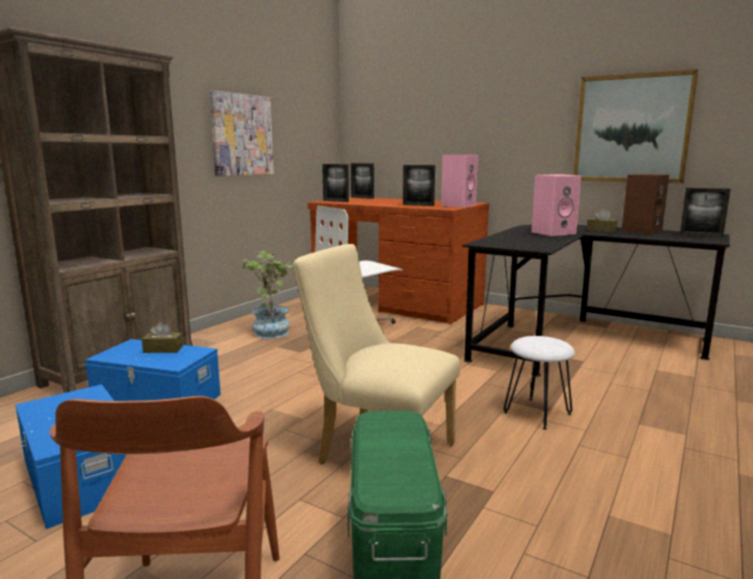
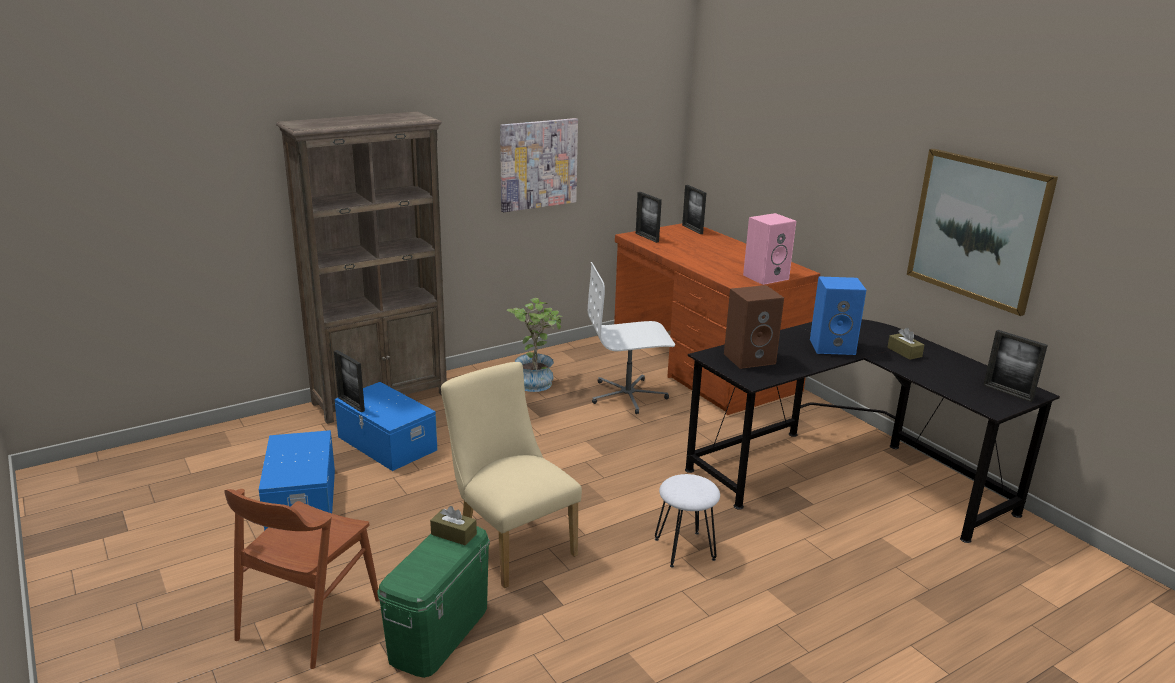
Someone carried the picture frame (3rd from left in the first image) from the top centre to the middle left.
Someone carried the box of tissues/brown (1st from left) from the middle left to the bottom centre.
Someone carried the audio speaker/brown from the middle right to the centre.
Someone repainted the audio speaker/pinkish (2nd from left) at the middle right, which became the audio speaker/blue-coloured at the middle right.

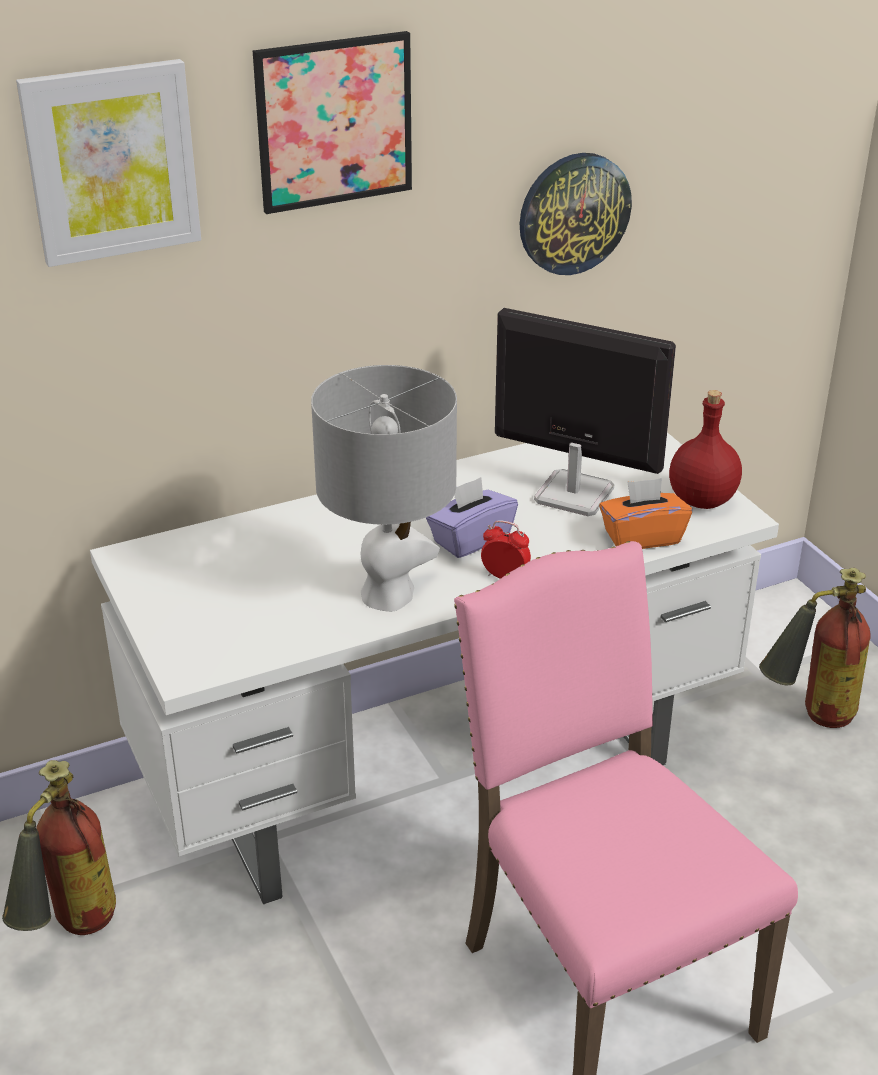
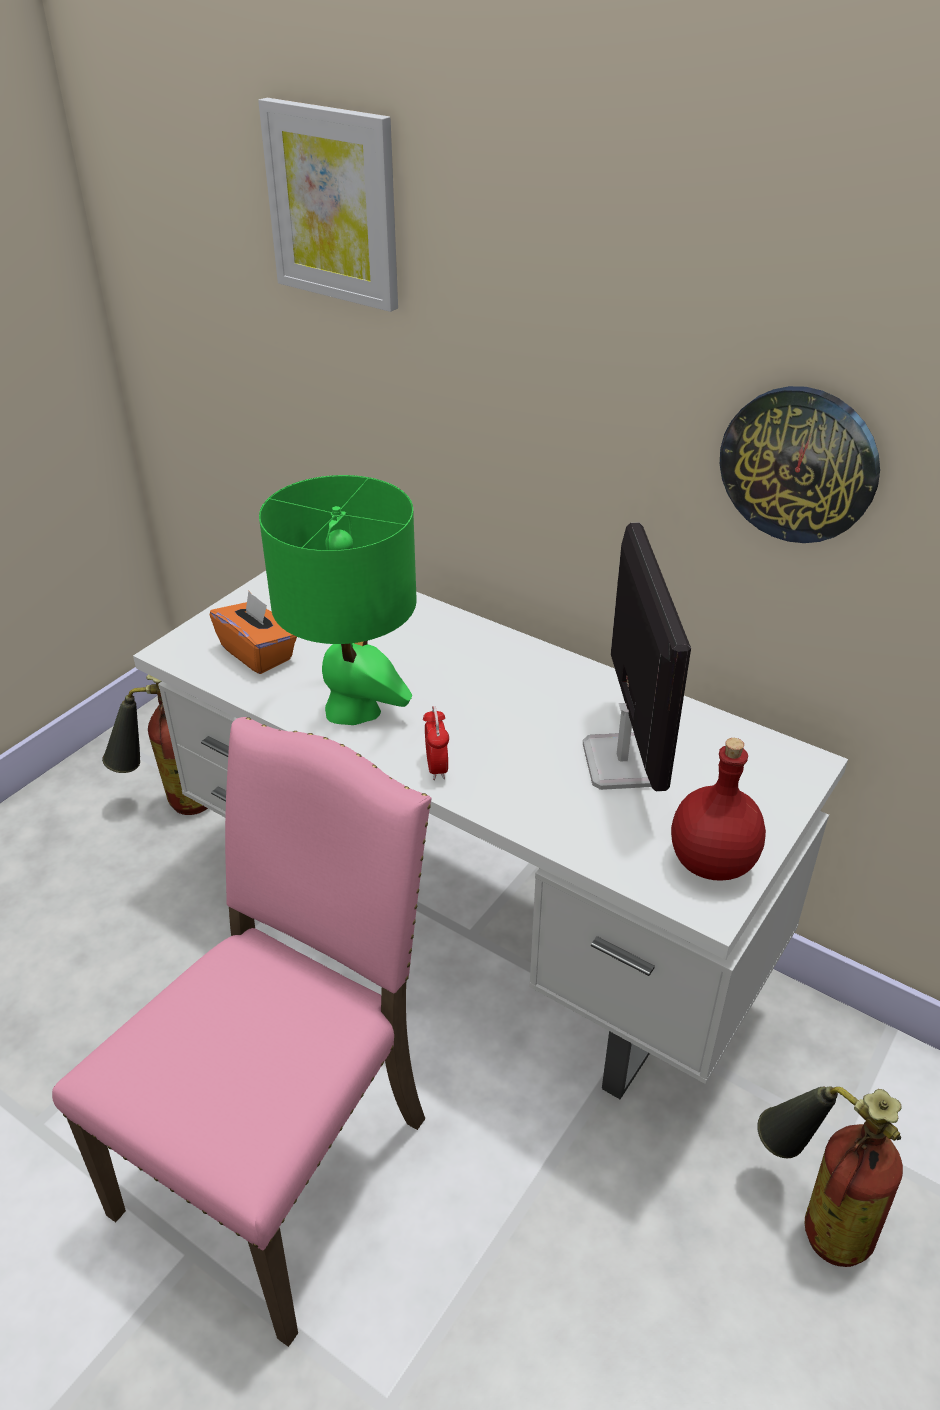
Someone carried the box of tissues/orange-coloured from the middle right to the middle left.
Someone repainted the tabletop lamp/greyish at the centre, which became the tabletop lamp/greenish at the centre.
Someone took away the picture (2nd from left) at the top centre.
Someone took away the box of tissues/purplish at the centre.

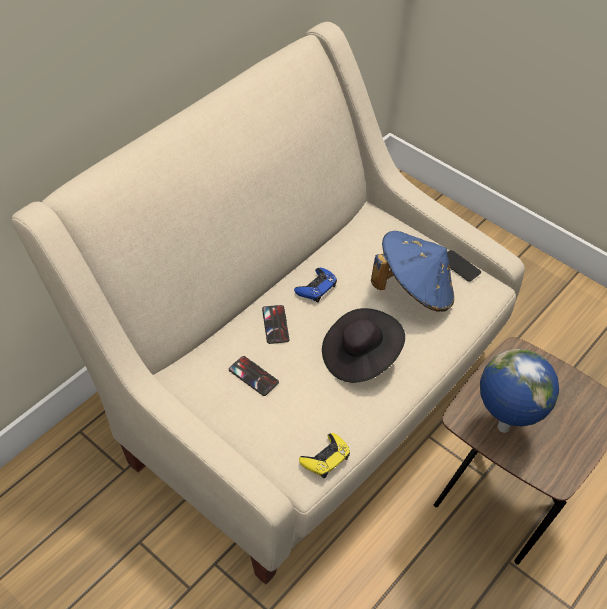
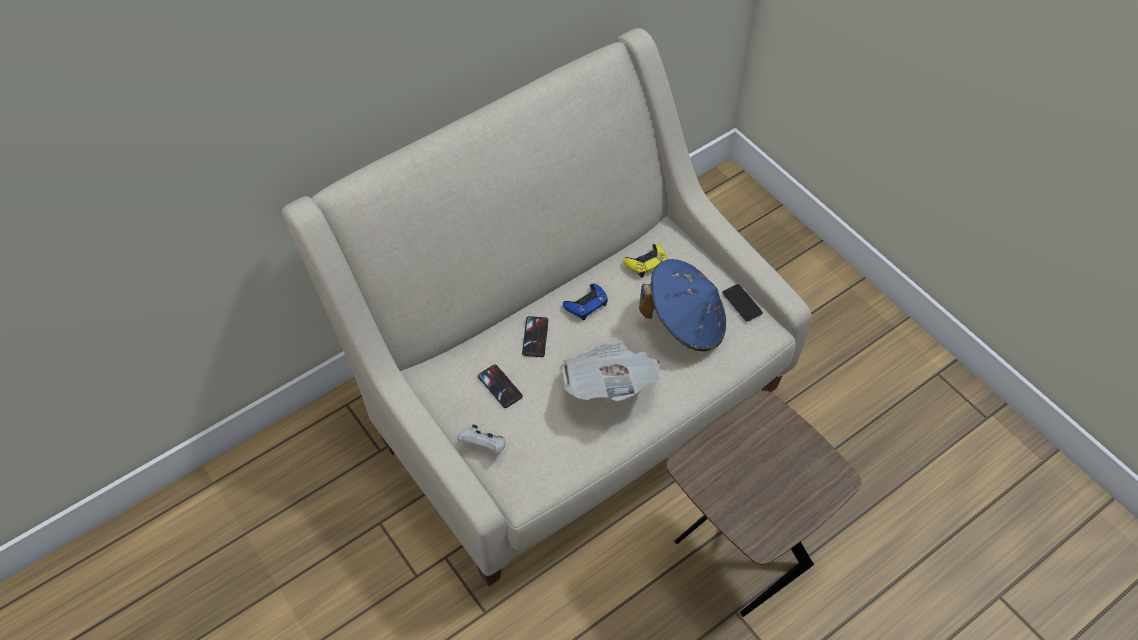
Someone put down the gamepad/whitish at the bottom centre.
Someone swapped the wearable hat/blackish at the centre for the printed paper at the centre.
Someone carried the gamepad/yellow from the bottom centre to the centre.
Someone took away the desk globe at the middle right.

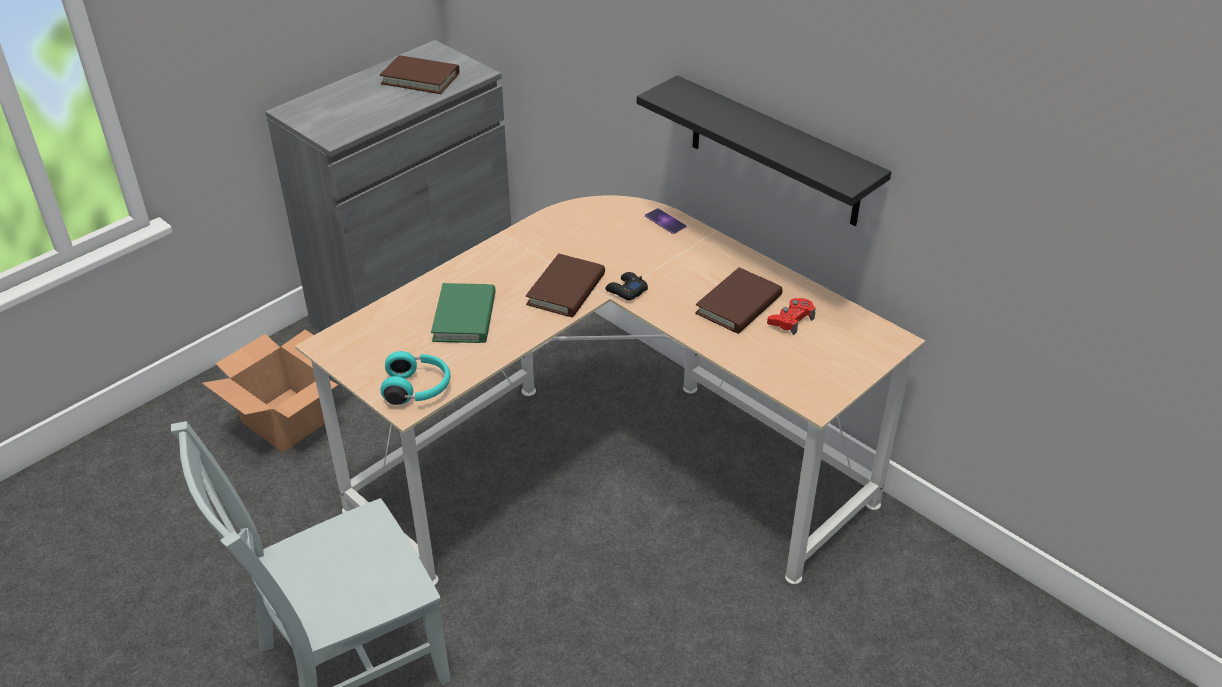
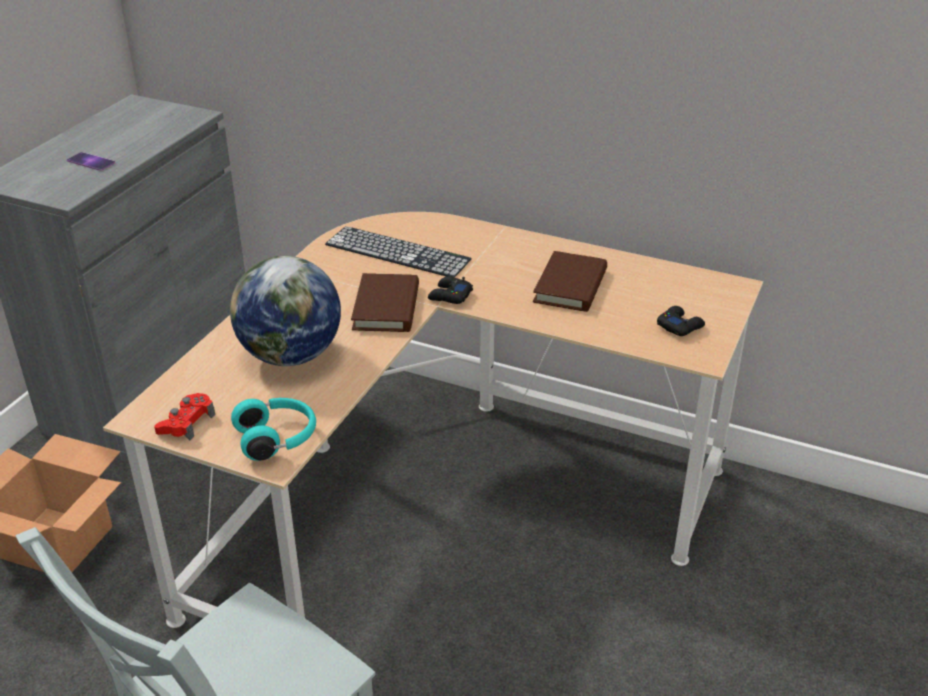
Someone carried the telephone from the top centre to the top left.
Someone carried the gamepad/red-coloured from the centre to the middle left.
Someone swapped the book/greenish at the centre for the desk globe at the middle left.
Someone put down the PC keyboard at the centre.
Someone put down the gamepad/blackish (2nd from left) at the middle right.
Someone took away the book/brown (1st from left) at the top centre.
Someone took away the bracket shelf/blackish at the top centre.

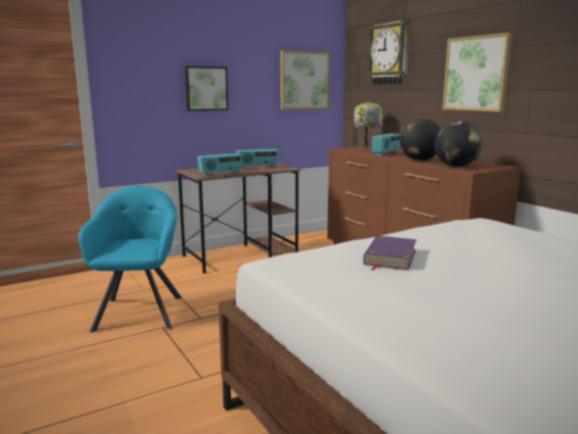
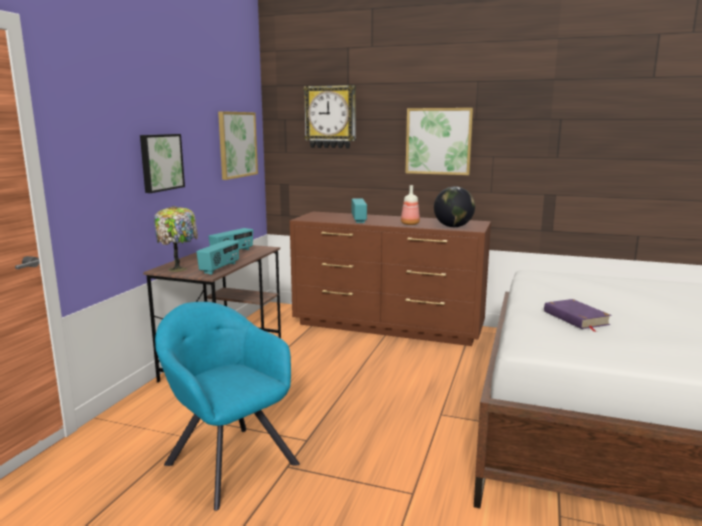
Someone carried the tabletop lamp from the top centre to the middle left.
Someone swapped the desk globe (1st from left) at the top right for the beverage bottle at the centre.

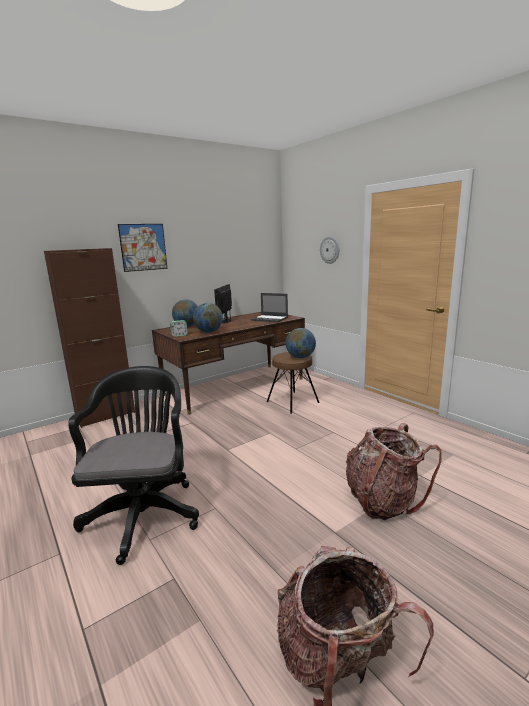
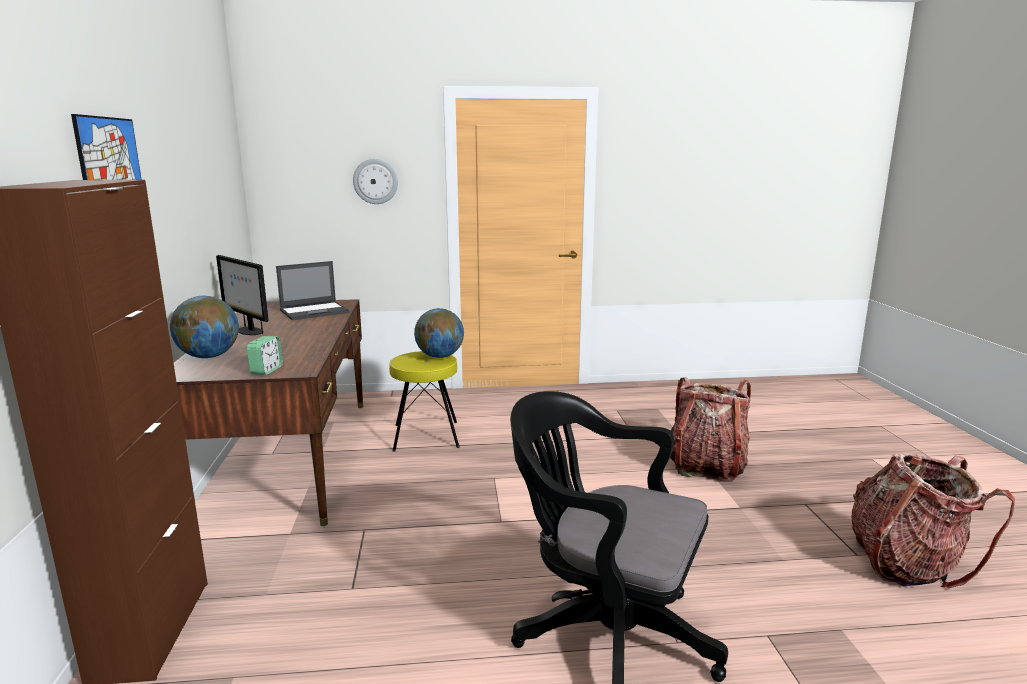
Someone repainted the sitting stool/brown at the centre, which became the sitting stool/yellow at the centre.
Someone took away the desk globe (2nd from left) at the centre.

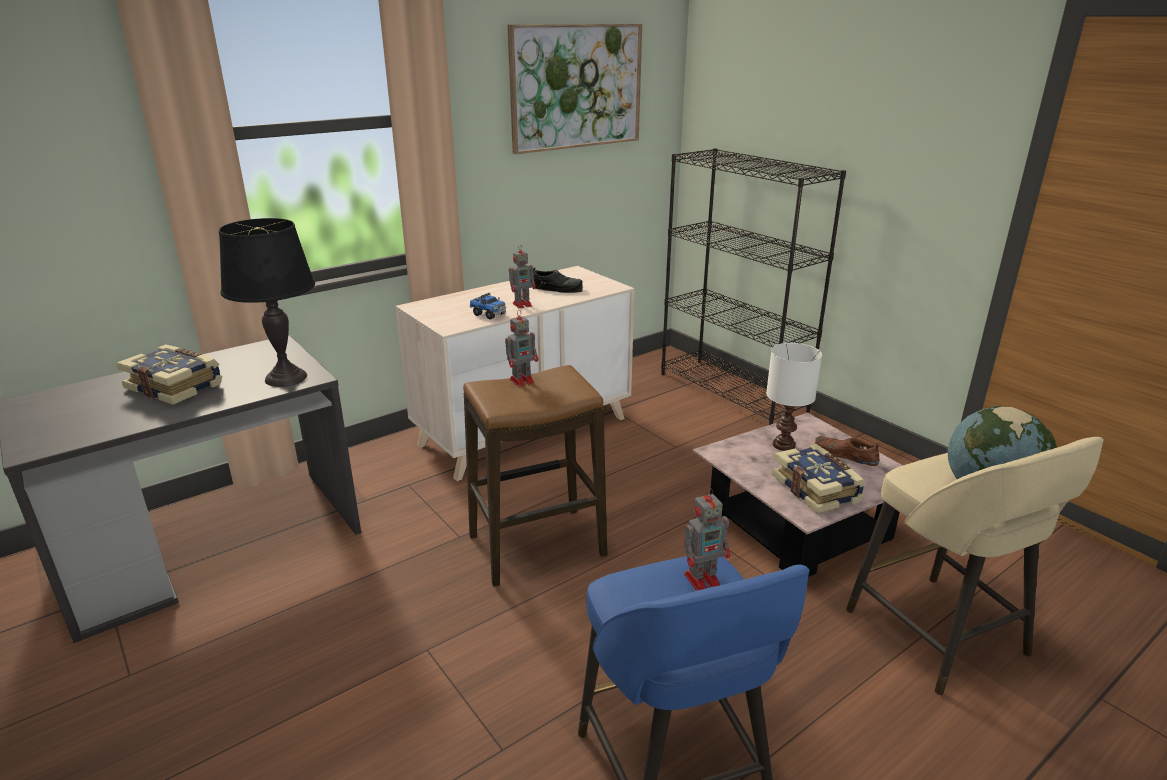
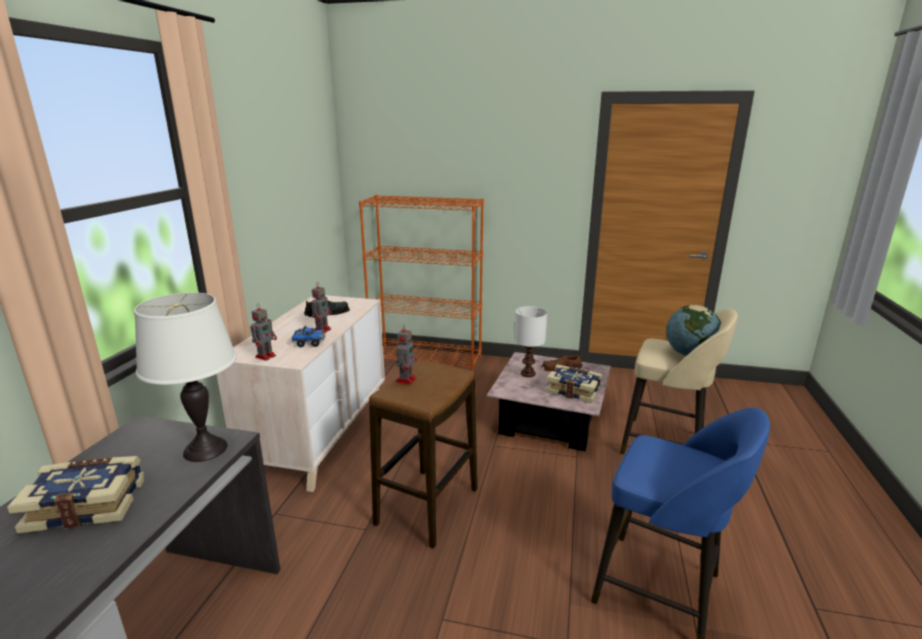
Someone repainted the tabletop lamp/blackish at the middle left, which became the tabletop lamp/whitish (1st from left) at the middle left.
Someone carried the toy robot (3rd from left in the first image) from the bottom centre to the middle left.
Someone repainted the bookcase/blackish at the centre, which became the bookcase/orange-coloured at the centre.
Someone took away the picture at the top centre.

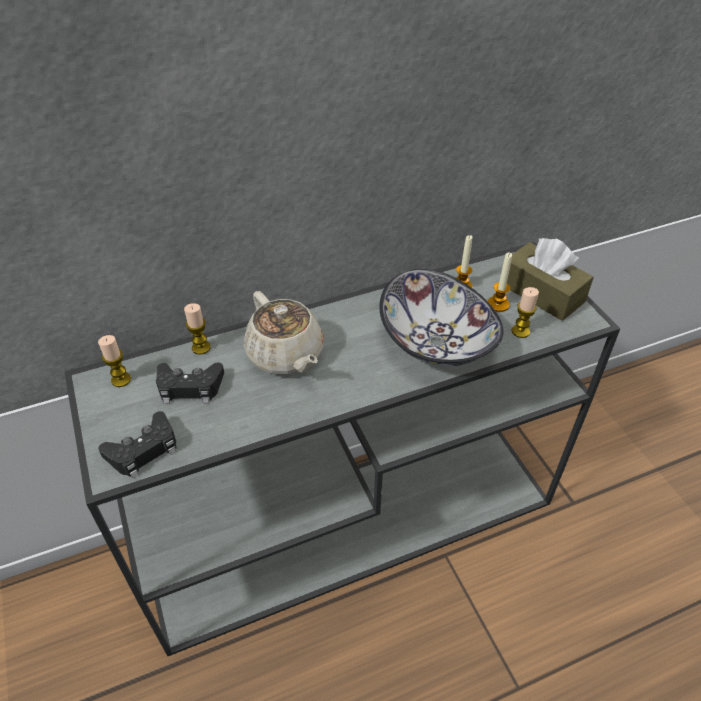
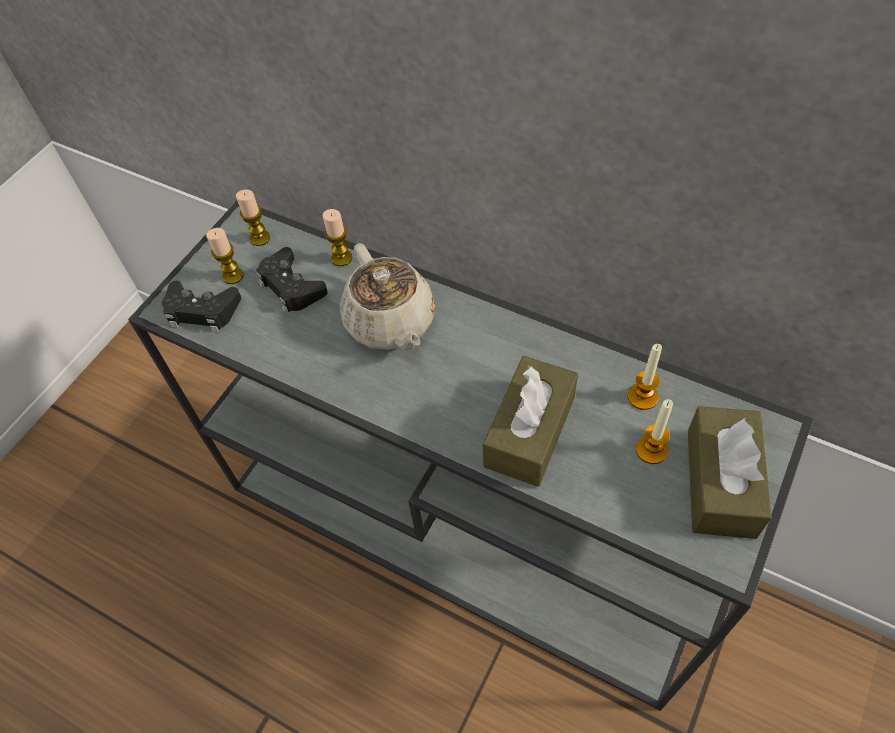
Someone carried the wax candle (5th from left in the first image) from the middle right to the middle left.
Someone rotated the teapot/beige at the centre by 45 degrees counterclockwise.
Someone swapped the serving bowl at the centre for the box of tissues/brown (1st from left) at the centre.

